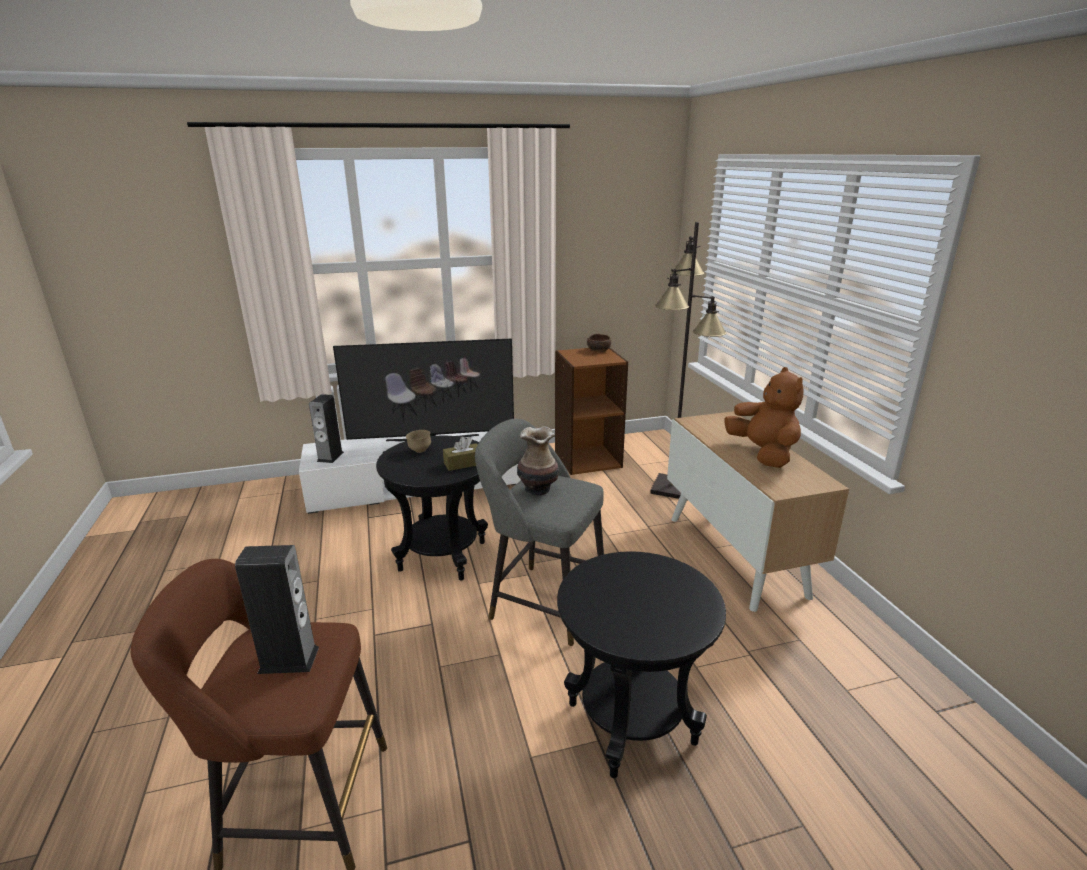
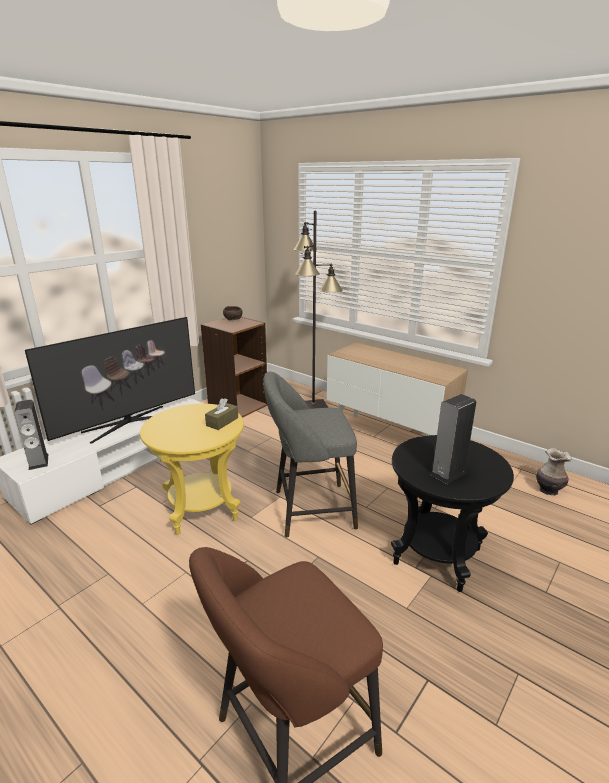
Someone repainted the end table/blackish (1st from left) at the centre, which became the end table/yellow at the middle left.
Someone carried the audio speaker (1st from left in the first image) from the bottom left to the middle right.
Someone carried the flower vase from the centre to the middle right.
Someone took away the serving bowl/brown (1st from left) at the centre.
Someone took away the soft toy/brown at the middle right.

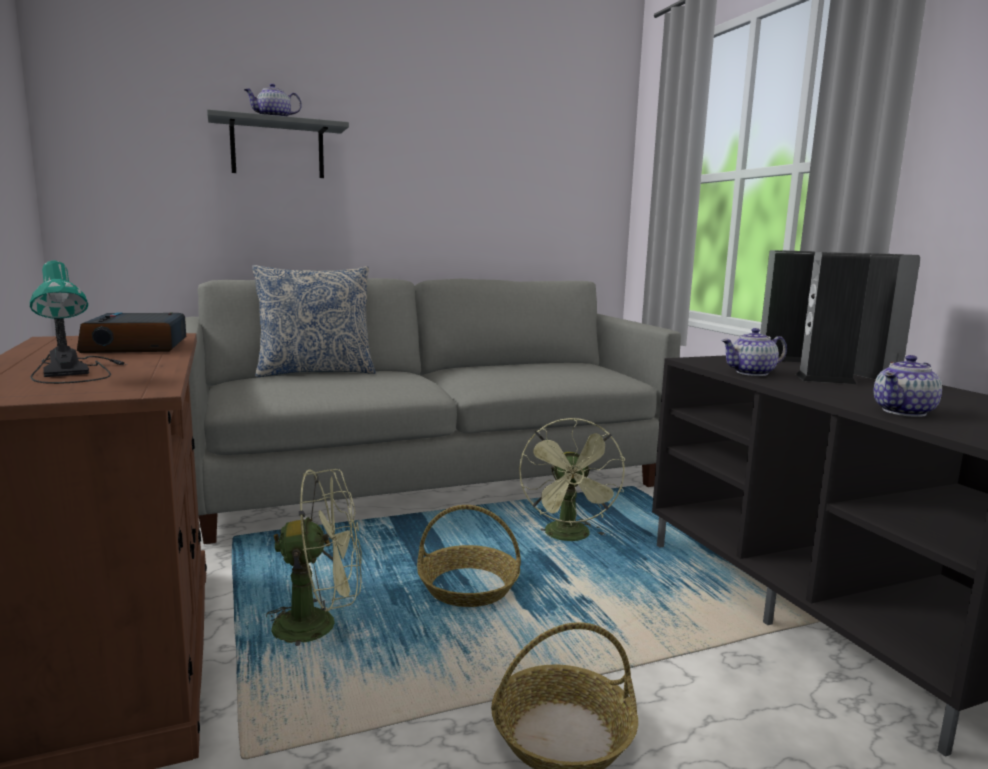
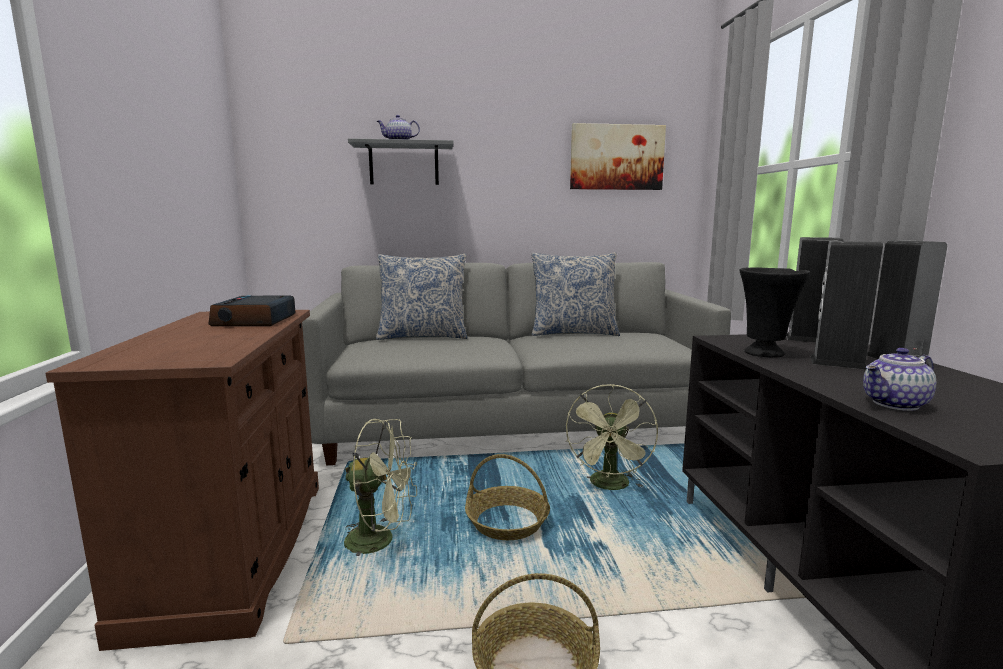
Someone put down the pillow (2nd from left) at the centre.
Someone put up the picture at the top centre.
Someone swapped the teapot (2nd from left) at the middle right for the flower vase/blackish at the middle right.
Someone took away the tabletop lamp at the middle left.

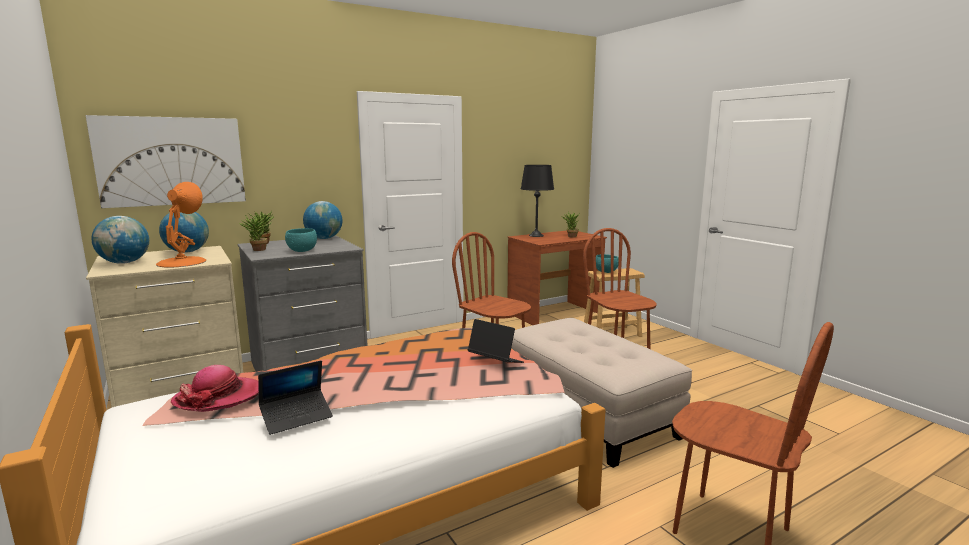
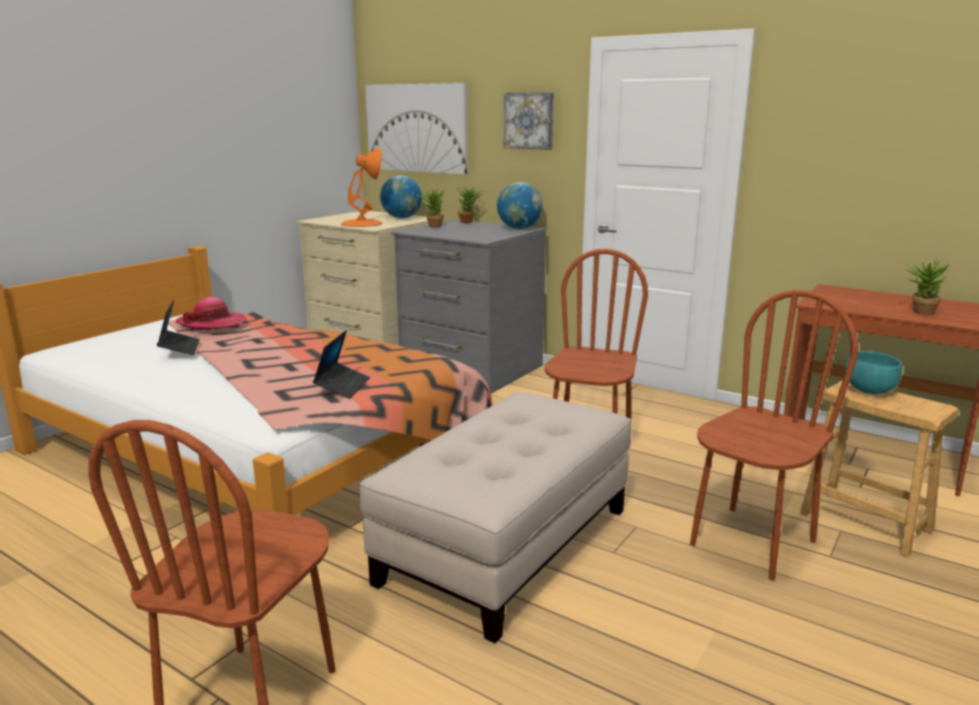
Someone rotated the laptop (1st from left) at the bottom left by 135 degrees counterclockwise.
Someone put up the picture (2nd from left) at the top centre.
Someone took away the desk globe (1st from left) at the middle left.
Someone took away the serving bowl/turquoise (1st from left) at the middle left.
Someone took away the tabletop lamp/blackish at the centre.

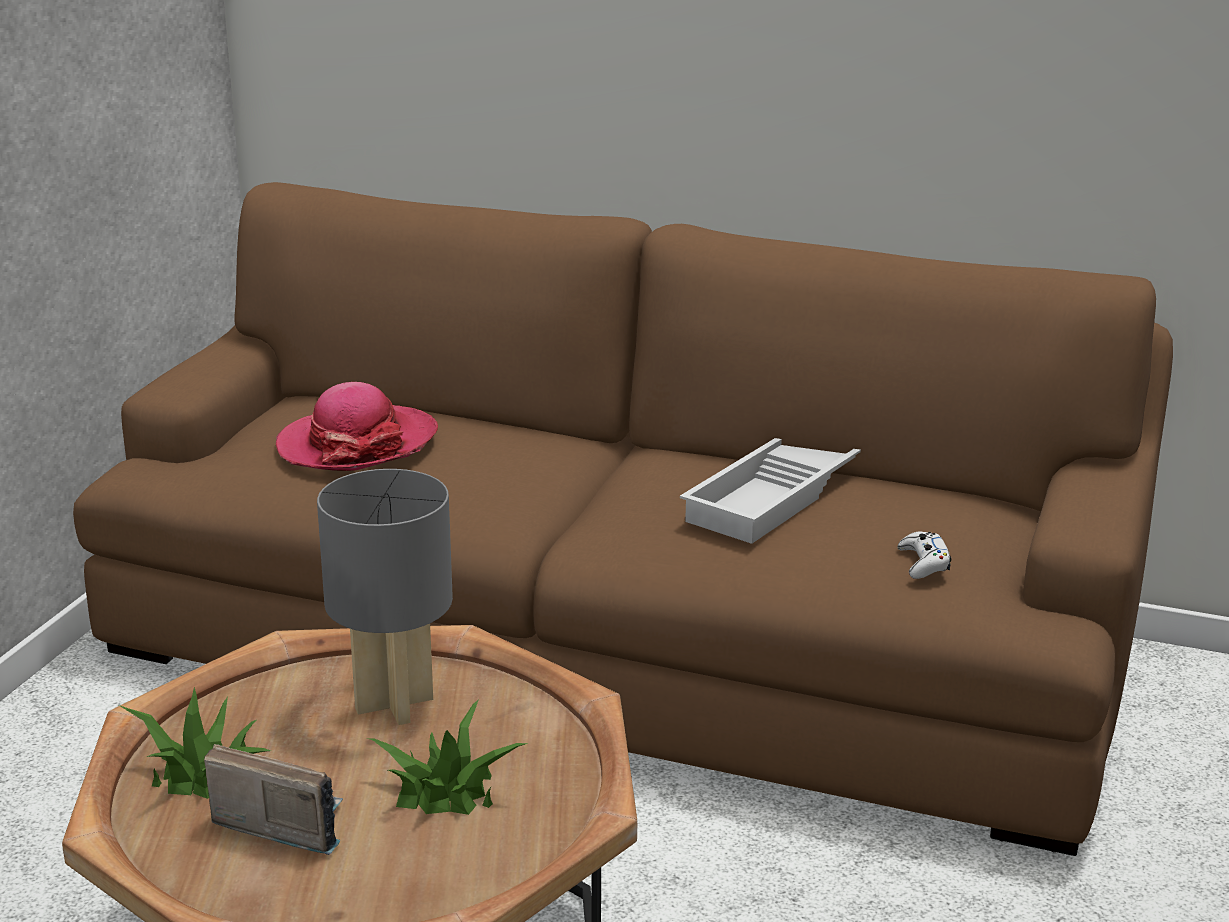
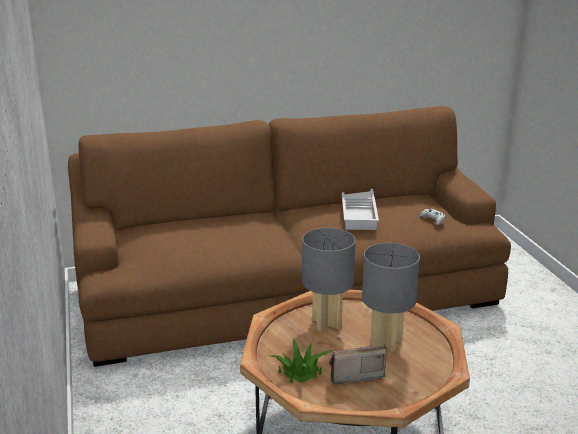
Someone swapped the plant in a pot (2nd from left) at the bottom centre for the tabletop lamp/greyish (2nd from left) at the bottom right.
Someone took away the wearable hat at the middle left.

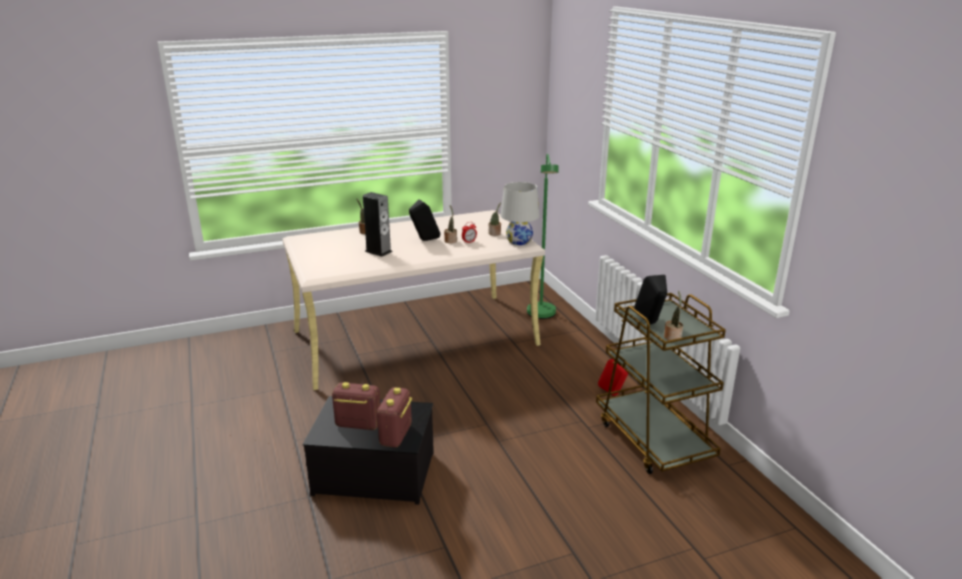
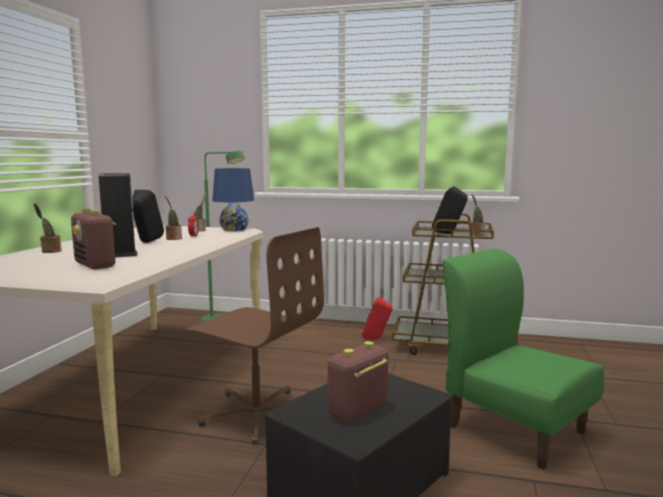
Someone carried the radio set (2nd from left in the first image) from the bottom centre to the middle left.
Someone put down the computer chair/brown at the bottom centre.
Someone repainted the tabletop lamp/whitish at the centre, which became the tabletop lamp/blue-coloured at the centre.
Someone put down the chair/greenish at the bottom right.

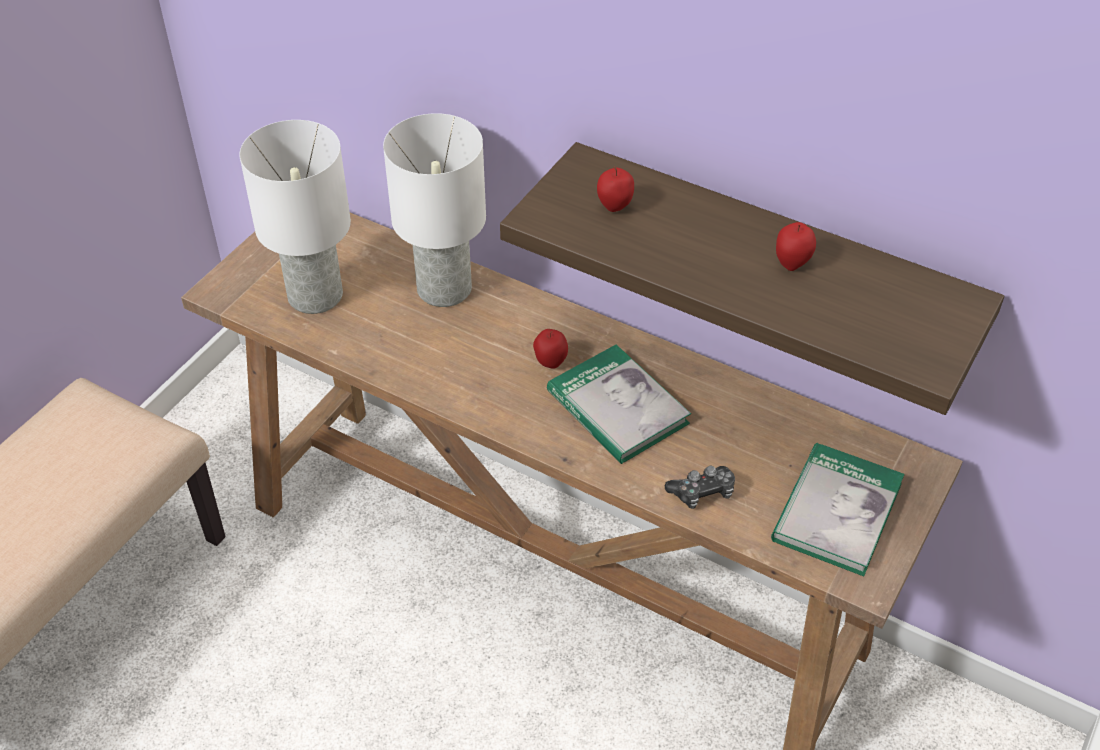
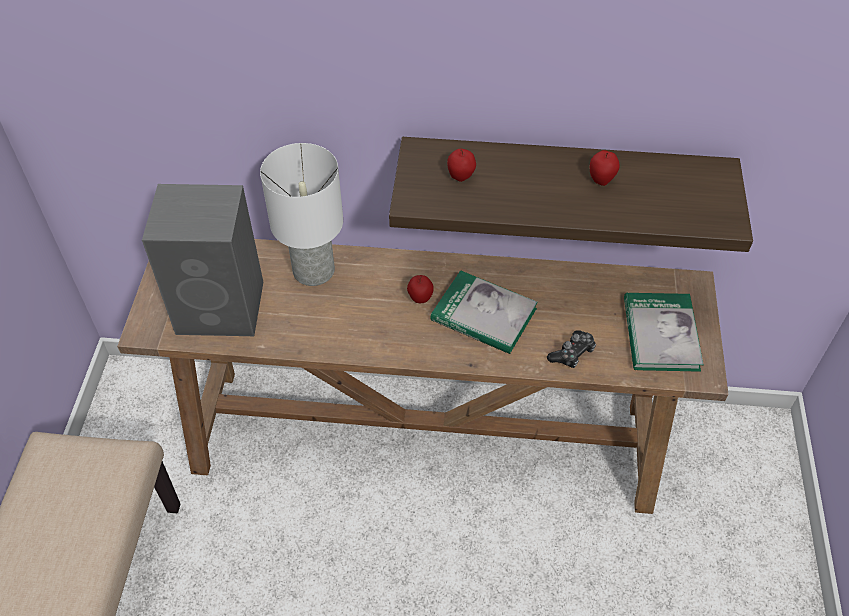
Someone swapped the tabletop lamp/whitish (1st from left) at the top left for the audio speaker/greyish at the middle left.

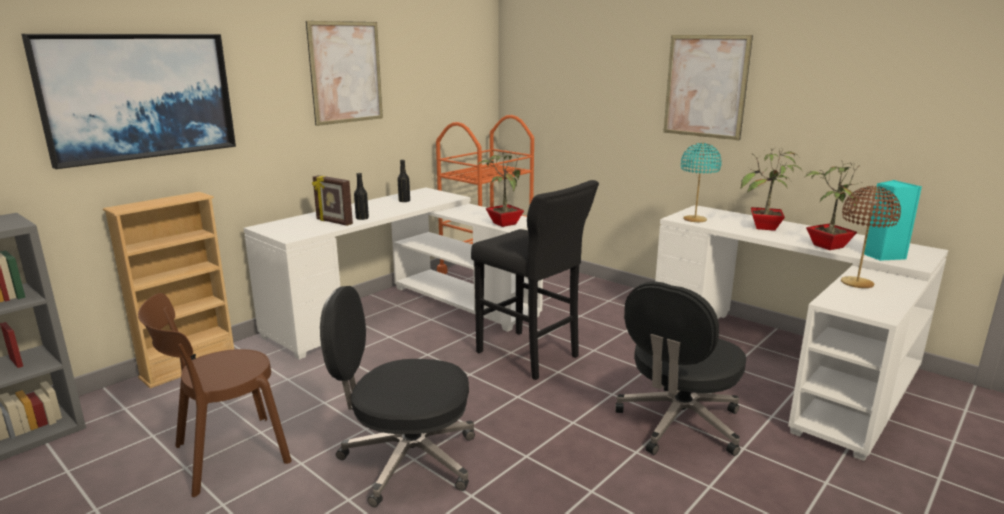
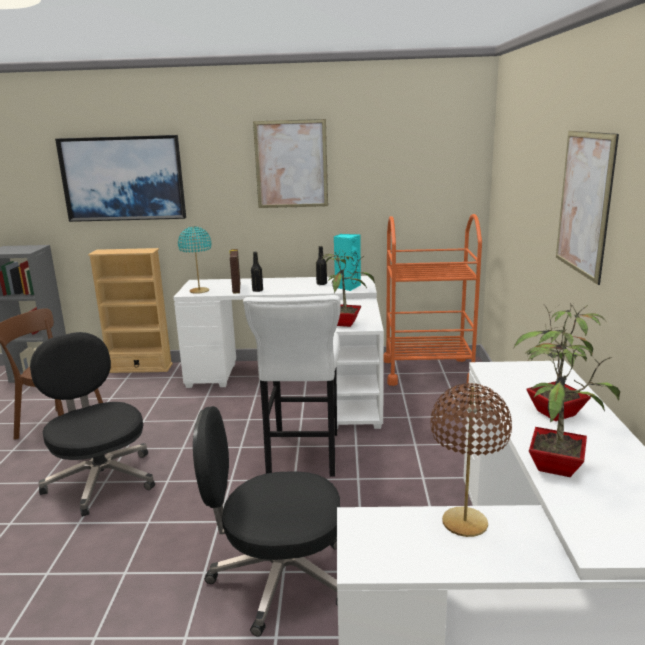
Someone carried the tabletop lamp/turquoise from the middle right to the middle left.
Someone repainted the sitting stool/blackish at the centre, which became the sitting stool/whitish at the centre.
Someone carried the audio speaker/turquoise from the middle right to the centre.

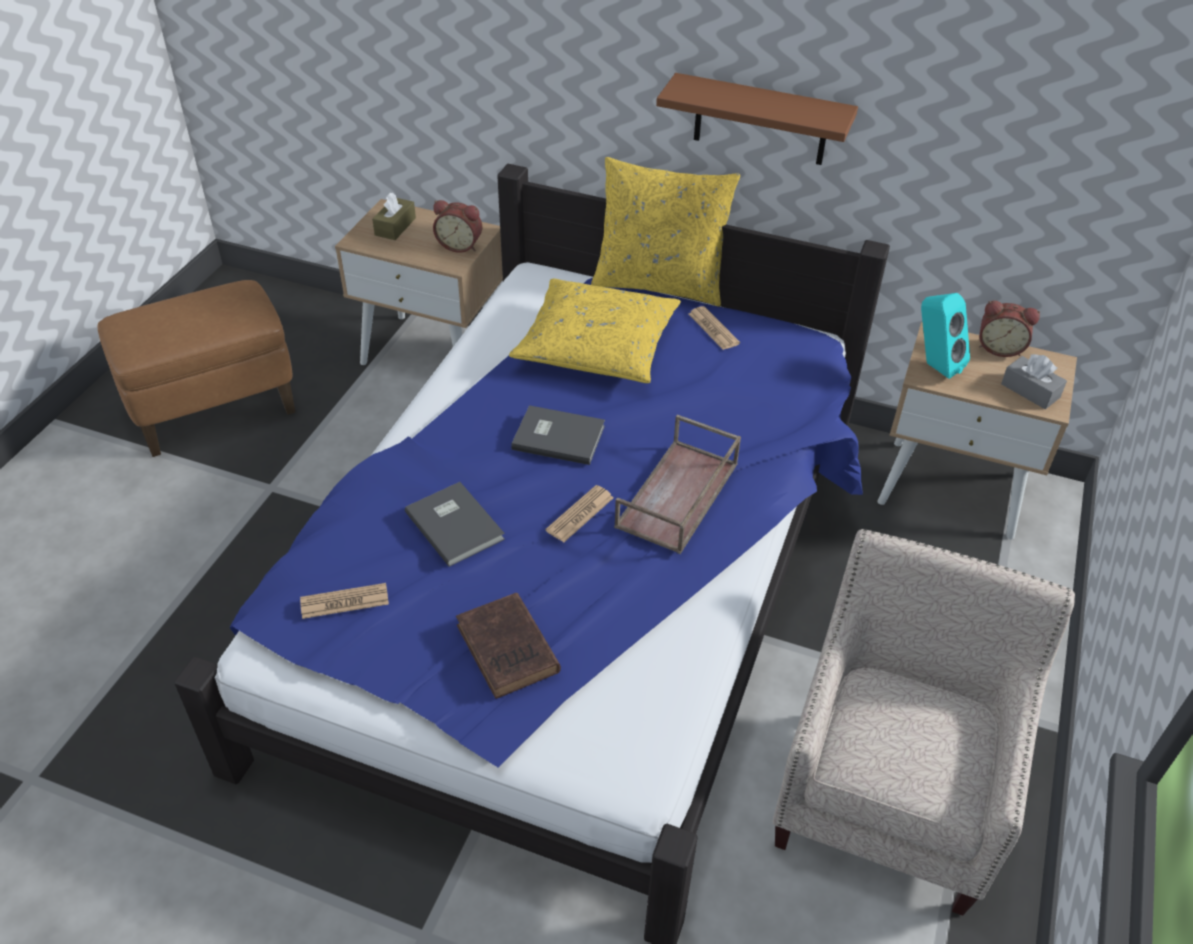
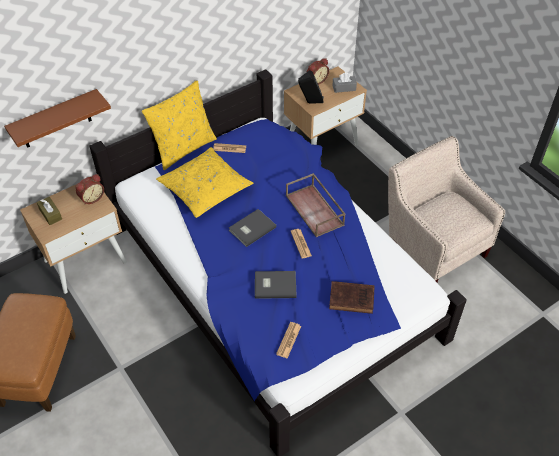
Someone carried the bracket shelf/brown from the top centre to the top left.
Someone repainted the audio speaker/turquoise at the middle right, which became the audio speaker/blackish at the top centre.

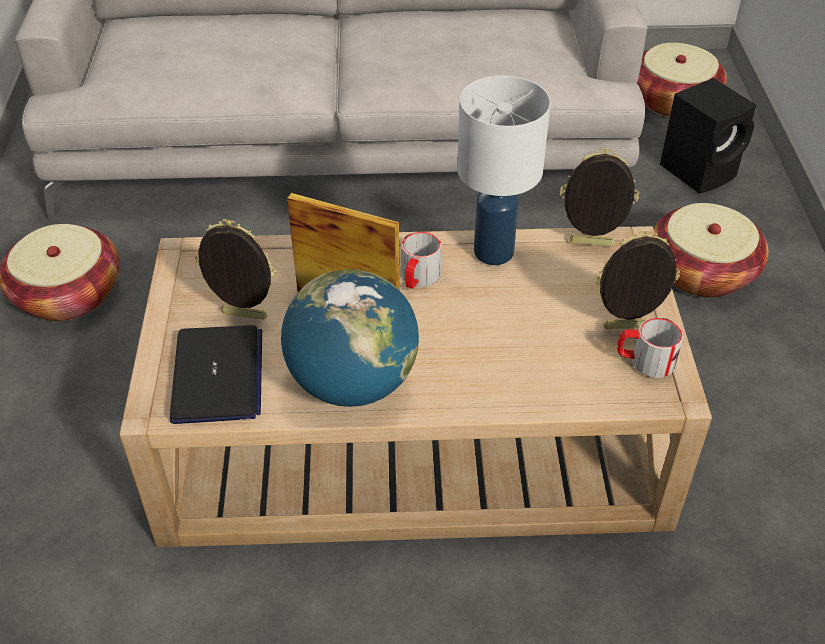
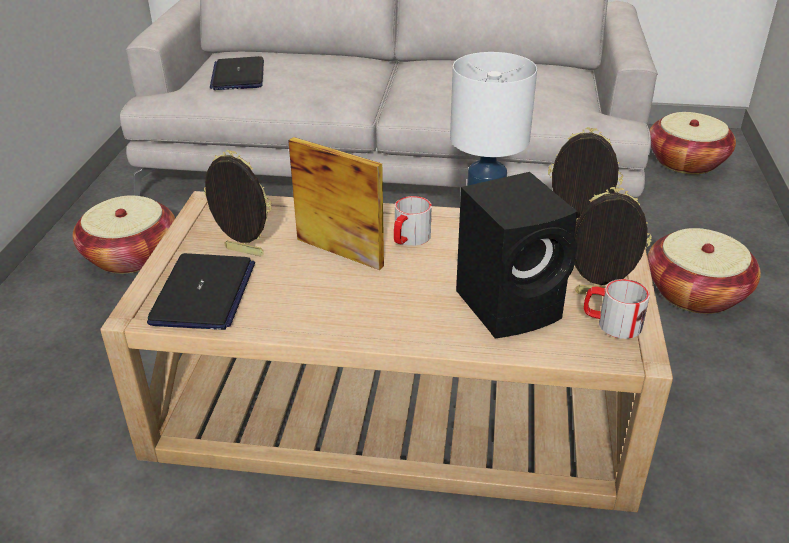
Someone put down the laptop (2nd from left) at the top left.
Someone carried the audio speaker/blackish from the top right to the centre.
Someone took away the desk globe at the centre.

